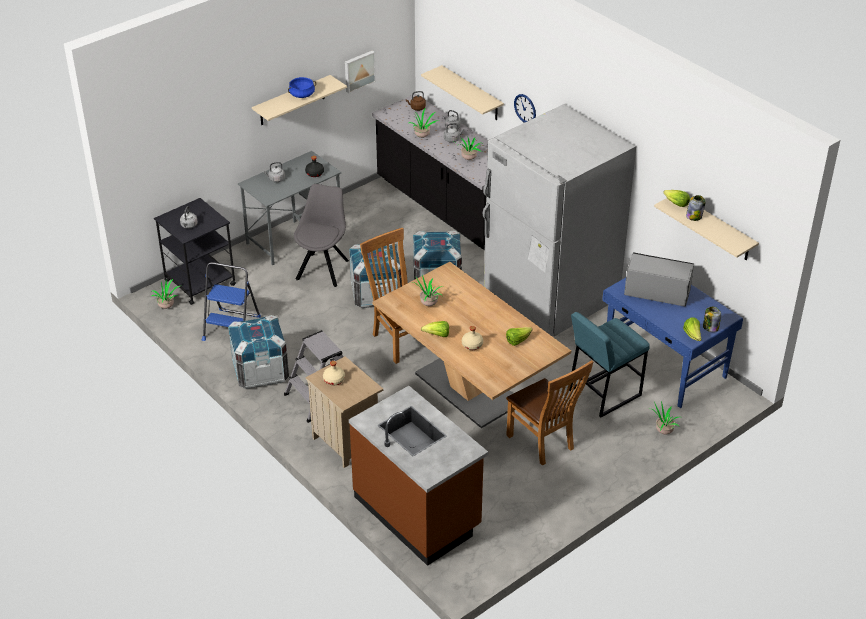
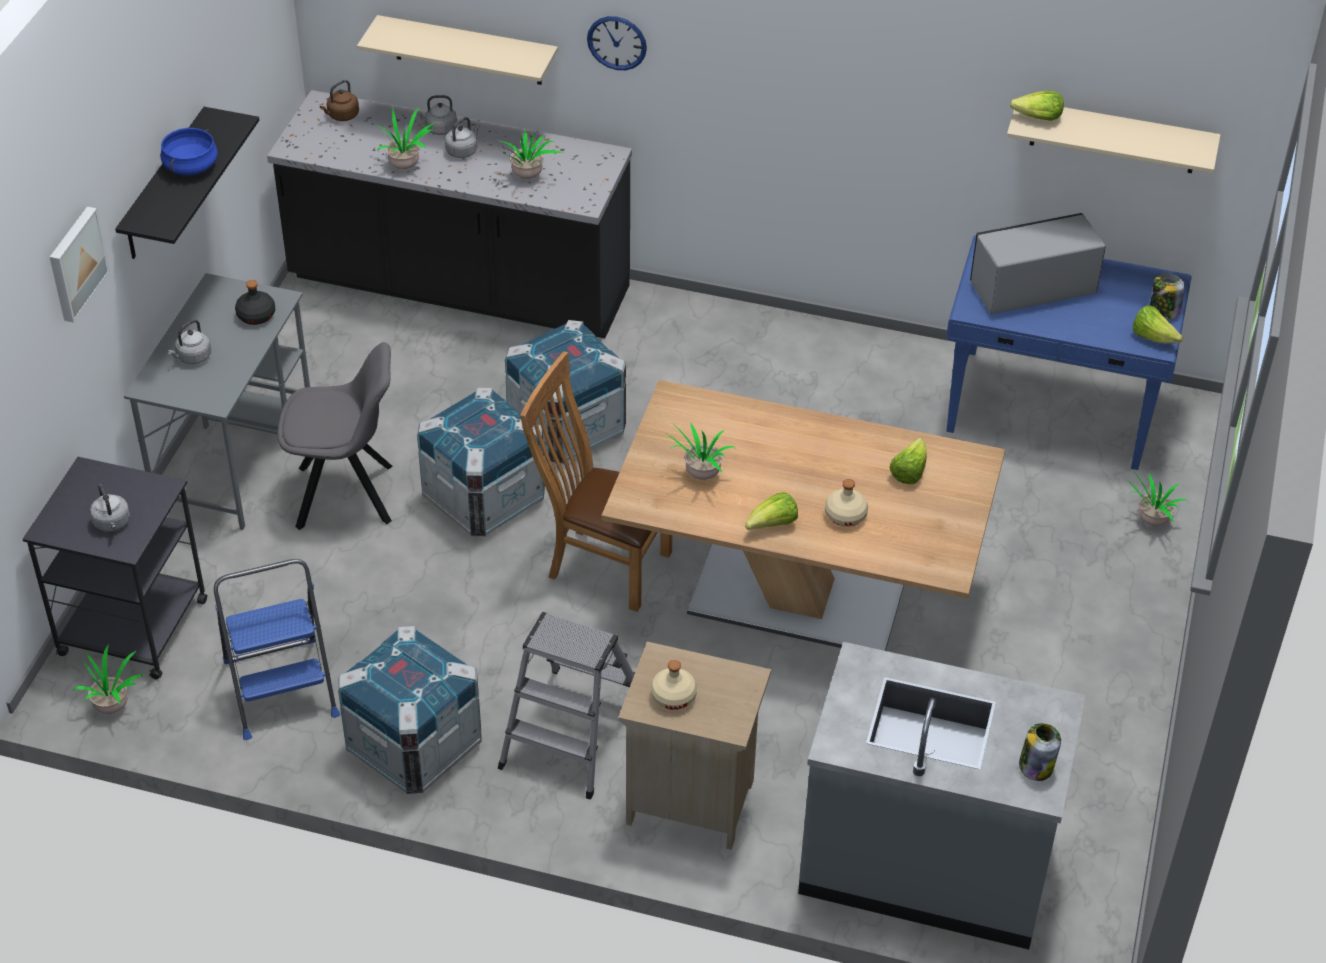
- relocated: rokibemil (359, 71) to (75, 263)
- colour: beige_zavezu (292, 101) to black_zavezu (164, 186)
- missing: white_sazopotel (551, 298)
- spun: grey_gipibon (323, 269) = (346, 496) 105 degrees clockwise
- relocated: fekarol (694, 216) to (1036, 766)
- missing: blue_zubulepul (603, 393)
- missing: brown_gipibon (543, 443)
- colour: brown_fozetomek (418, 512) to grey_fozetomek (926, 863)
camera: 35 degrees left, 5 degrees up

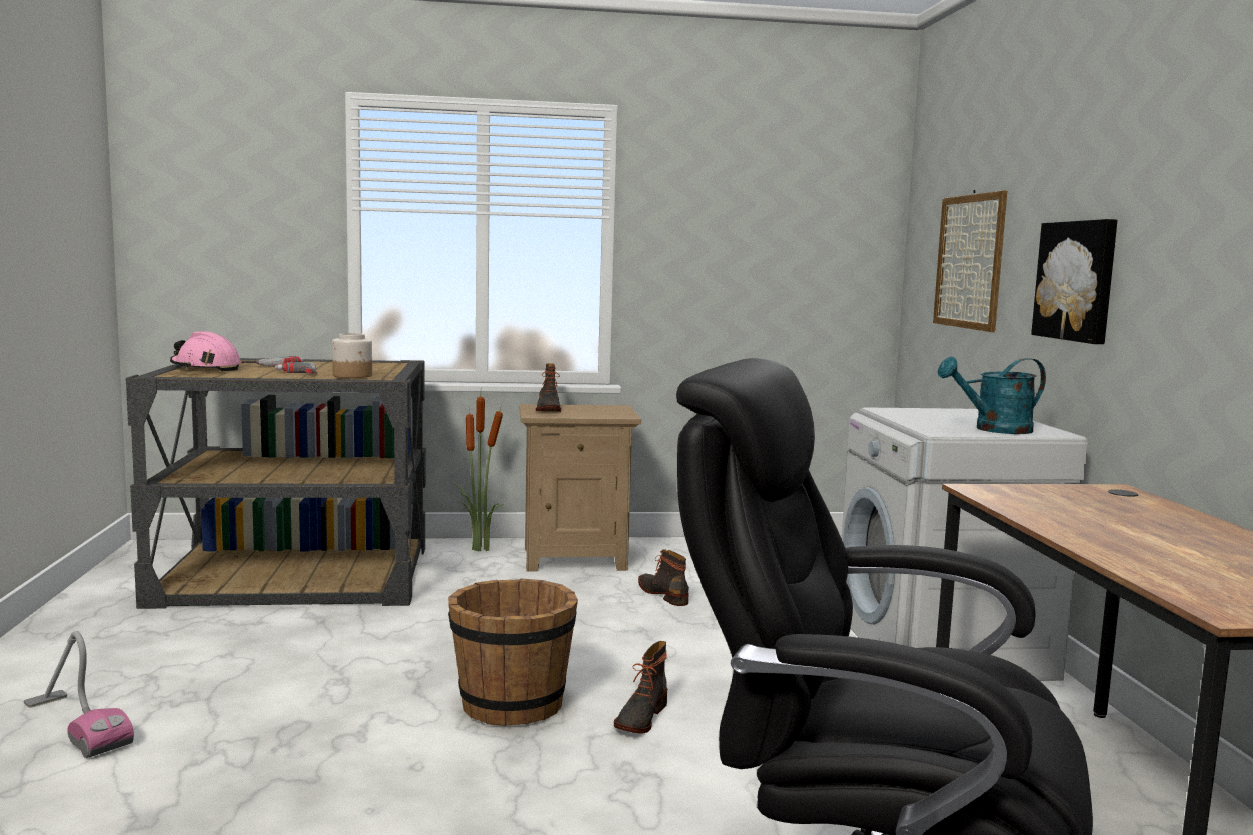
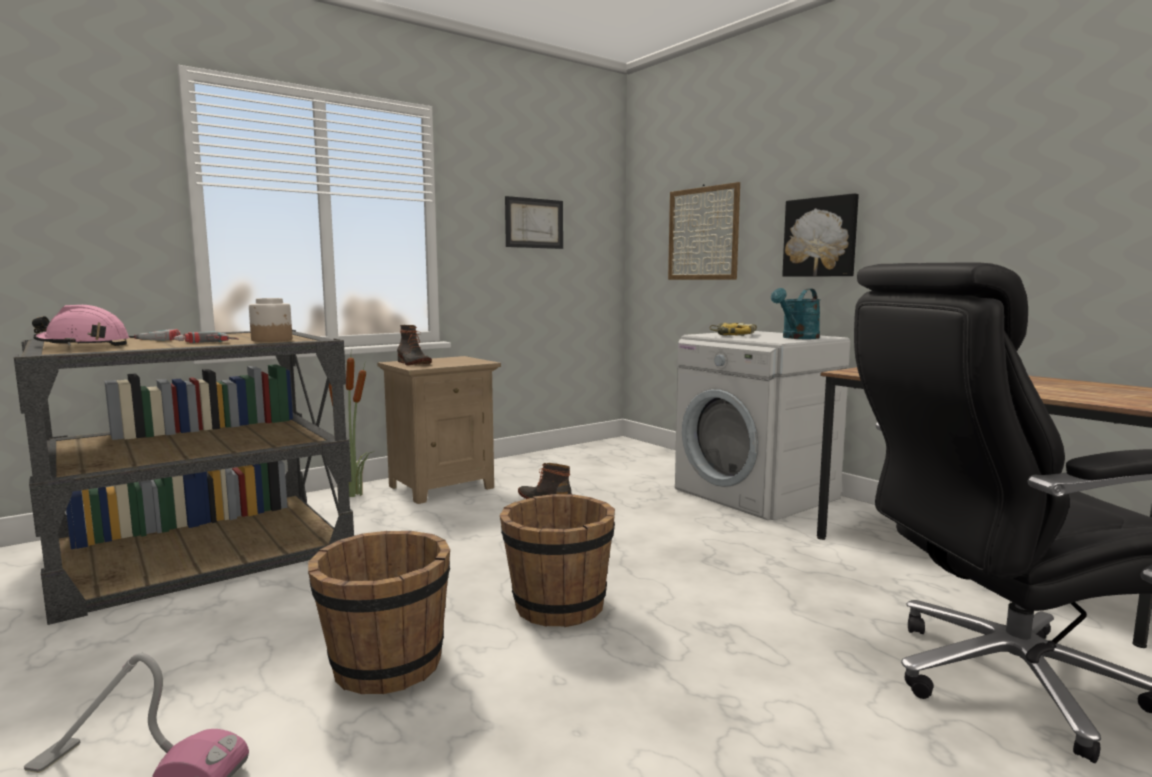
- missing: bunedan (640, 717)
- appeared: rokibemil (534, 223)
- appeared: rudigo (734, 335)
- appeared: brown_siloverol (385, 666)
camera: 30 degrees left, 0 degrees up

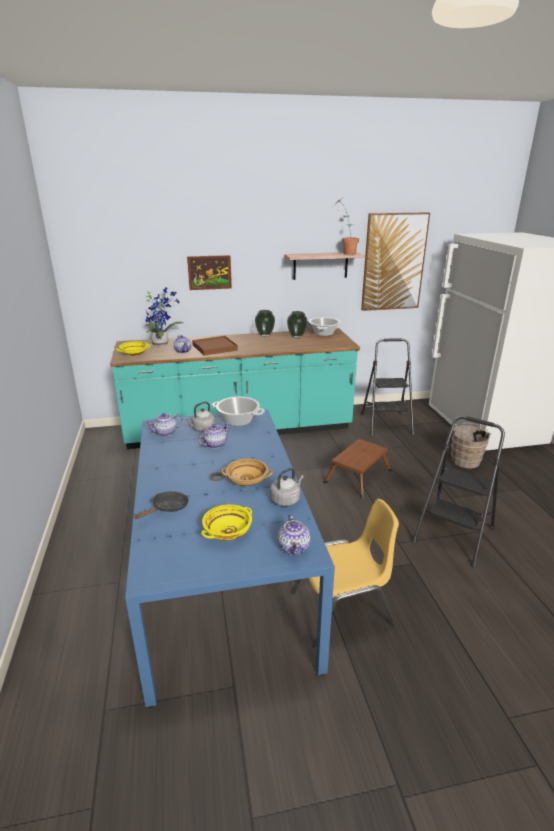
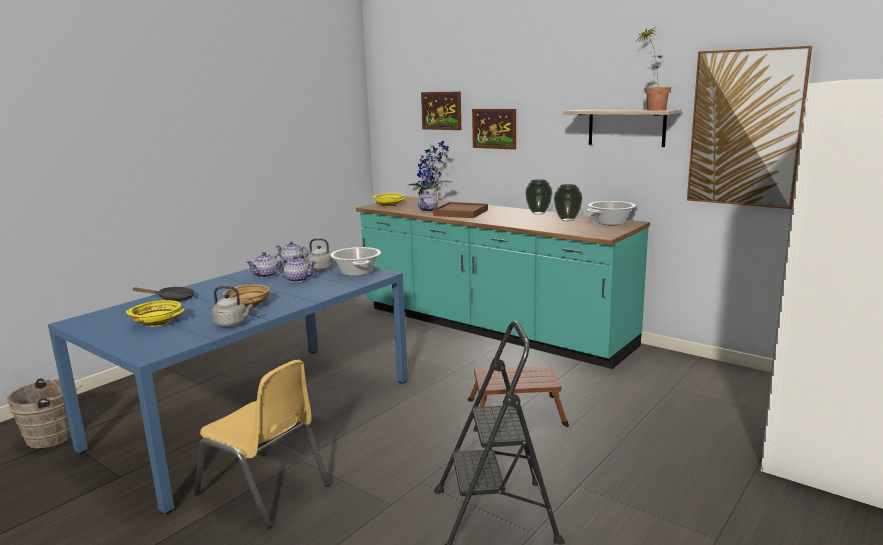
- missing: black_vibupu (386, 422)
- relocated: brown_siloverol (465, 459) to (56, 435)
- relocated: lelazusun (294, 547) to (267, 275)
- appeared: rokibemil (441, 110)
camera: 50 degrees right, 10 degrees down

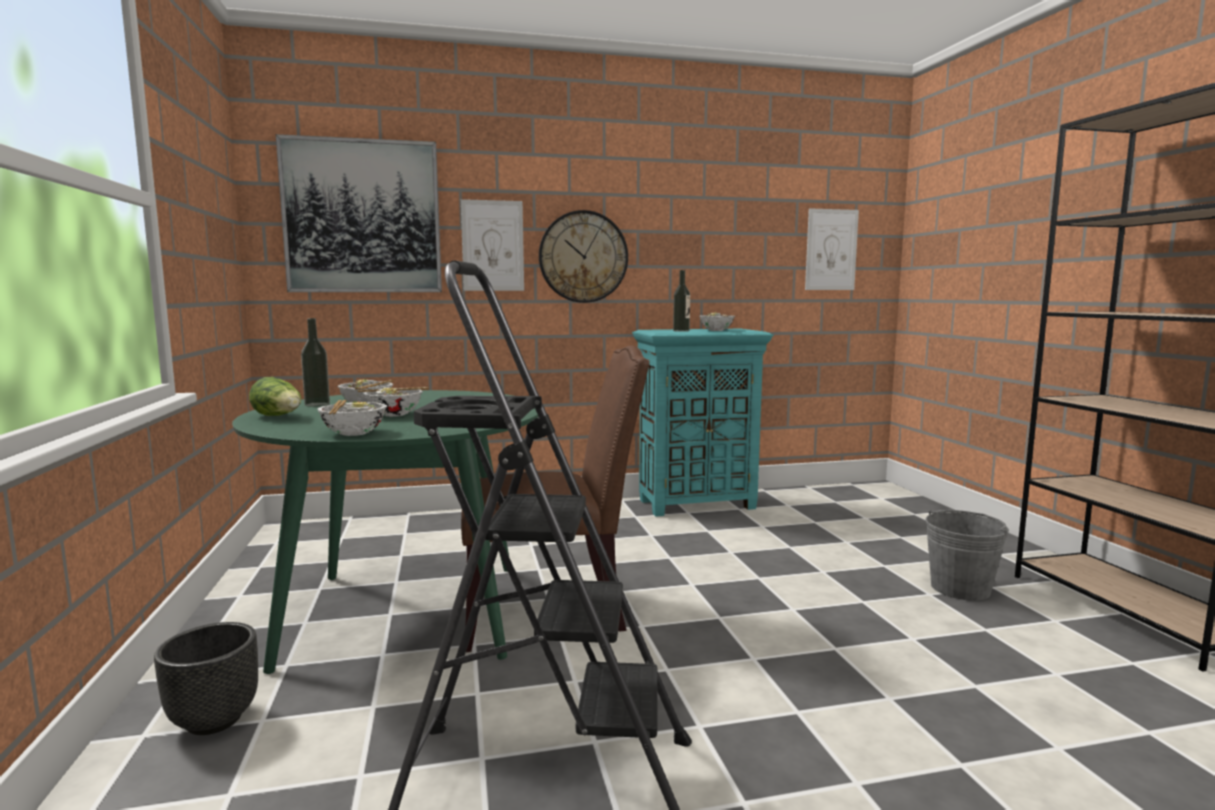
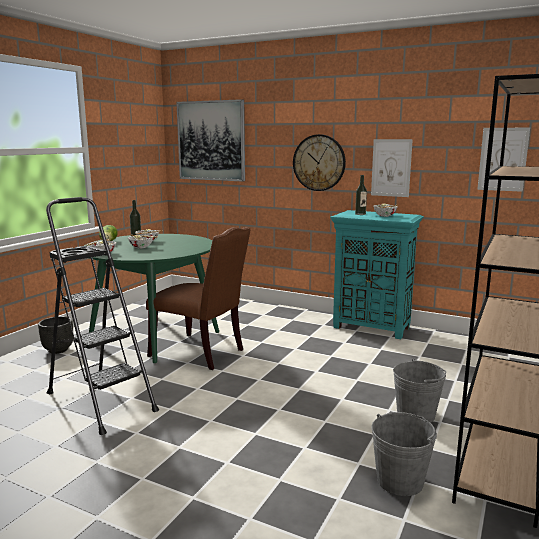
- relocated: rokibemil (492, 246) to (391, 168)
- appeared: grey_siloverol (400, 481)
camera: 40 degrees right, 5 degrees up

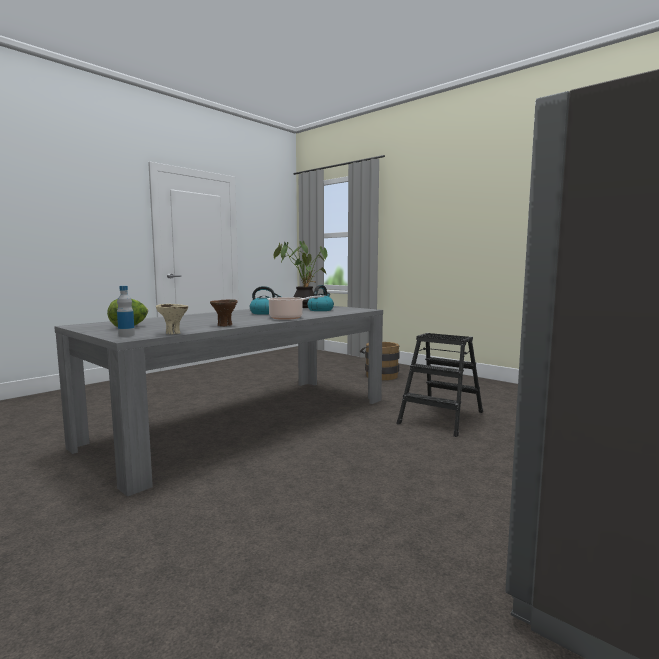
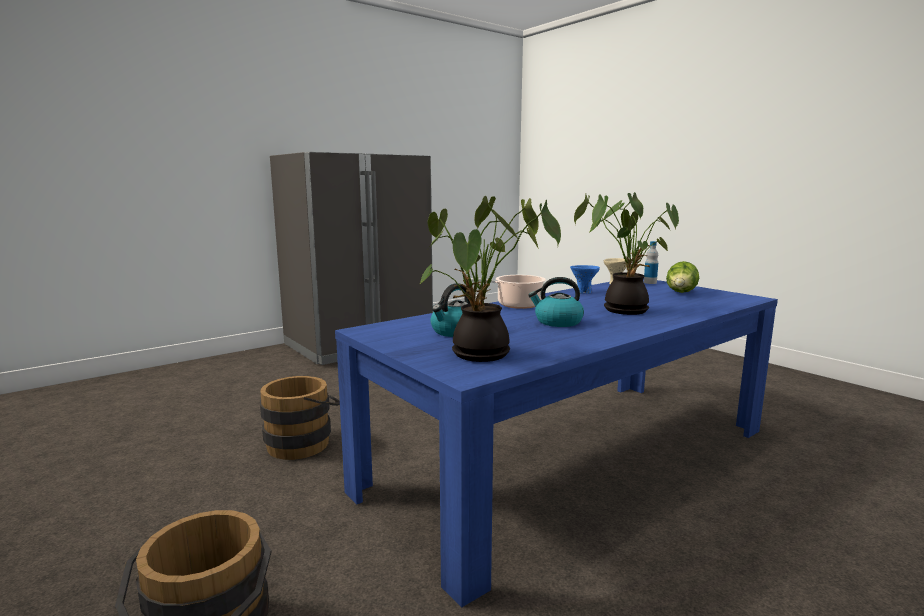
- colour: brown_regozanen (225, 325) to blue_regozanen (583, 292)
- colour: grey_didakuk (247, 421) to blue_didakuk (574, 458)
- exchanged: black_vibupu (441, 417) to brown_siloverol (304, 442)
- appeared: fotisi (624, 309)
camera: 170 degrees left, 5 degrees up

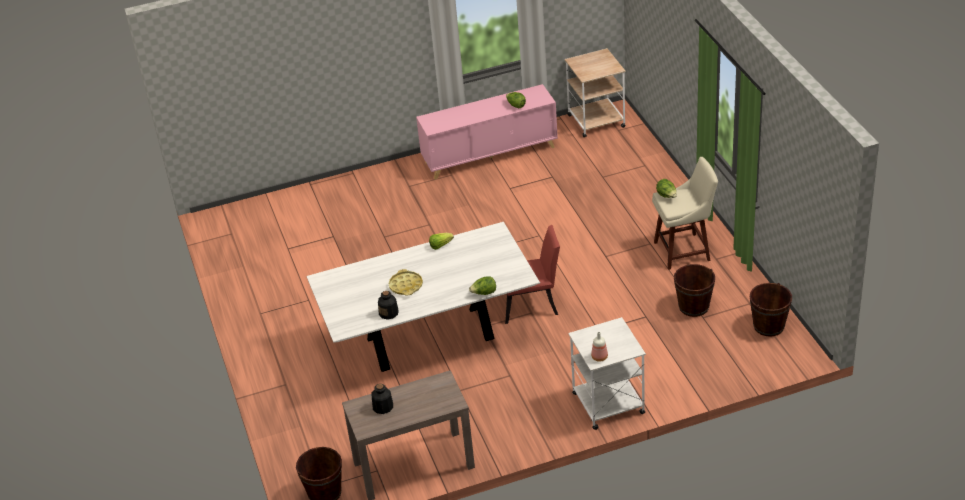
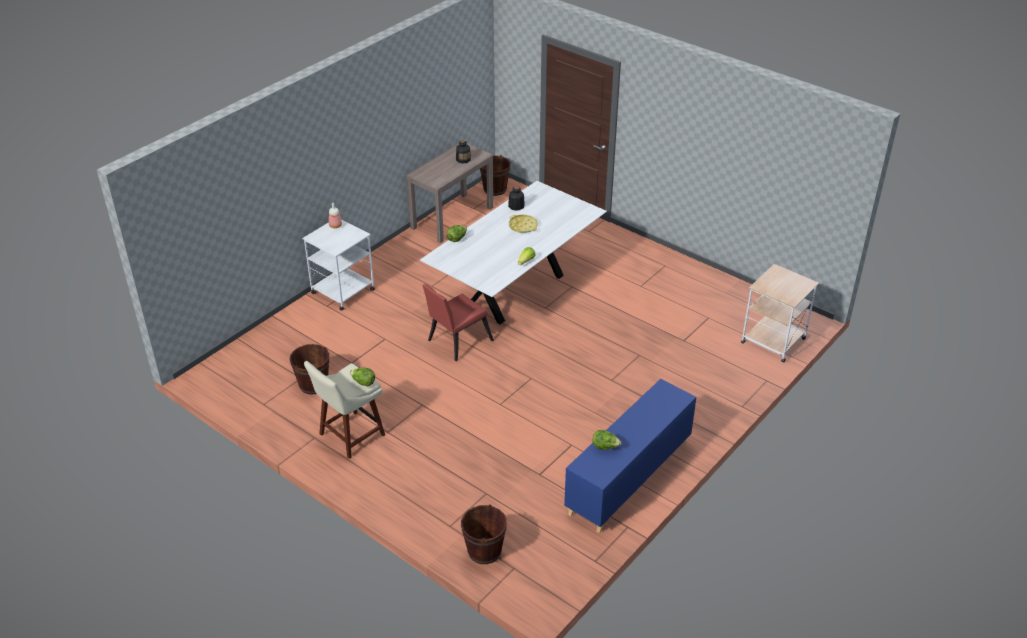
- relocated: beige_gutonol (597, 120) to (773, 341)
- colour: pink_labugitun (490, 155) to blue_labugitun (628, 478)
- relocated: brown_siloverol (769, 326) to (484, 551)
camera: 145 degrees right, 0 degrees up

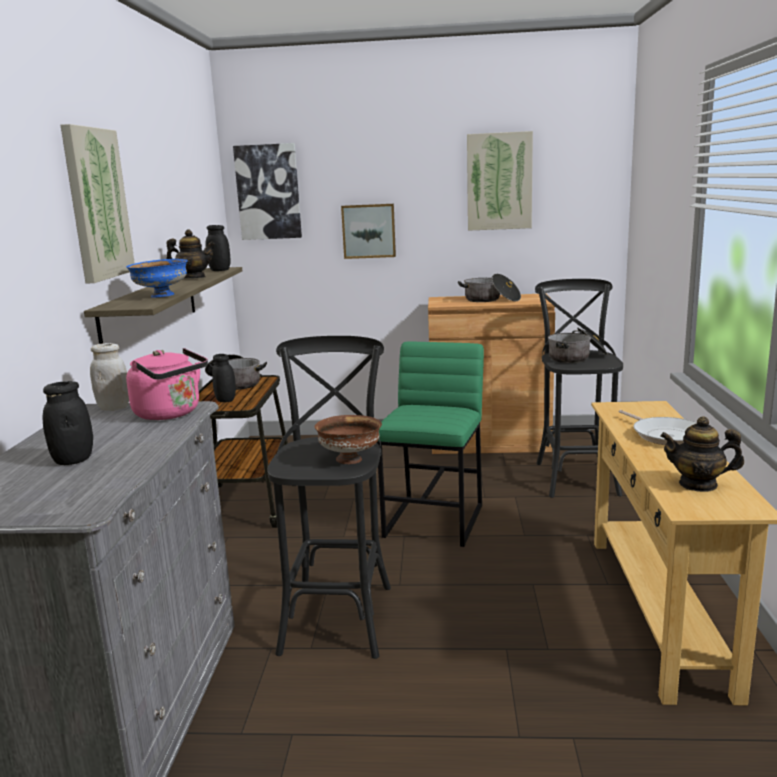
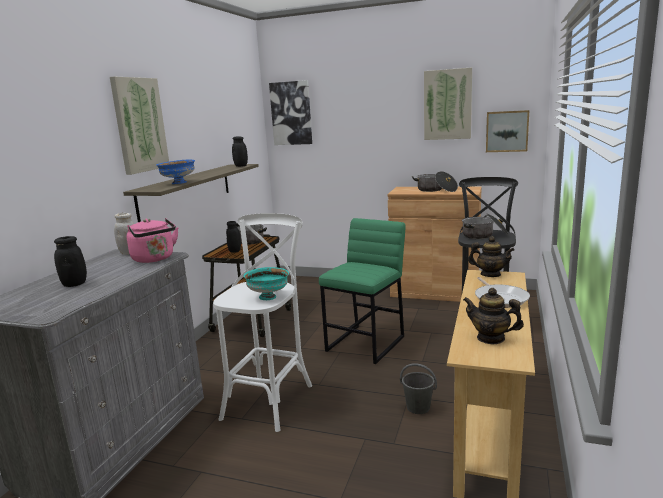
- relocated: rokibemil (369, 231) to (507, 131)
- relocated: lelazusun (193, 278) to (490, 274)
- colour: black_zubulepul (339, 614) to white_zubulepul (270, 399)
- colour: brown_regozanen (349, 459) to turquoise_regozanen (268, 297)
- appeared: grey_siloverol (417, 407)
camera: 15 degrees right, 0 degrees up

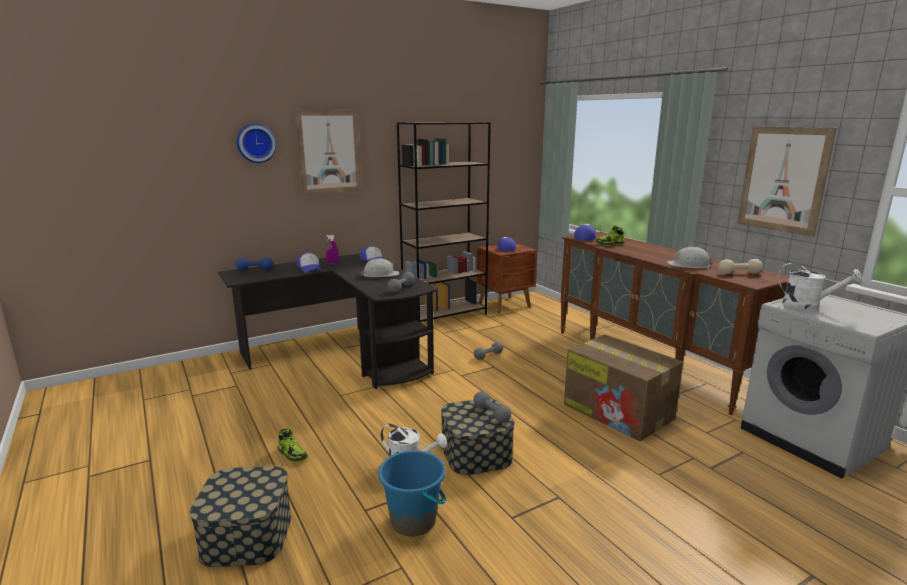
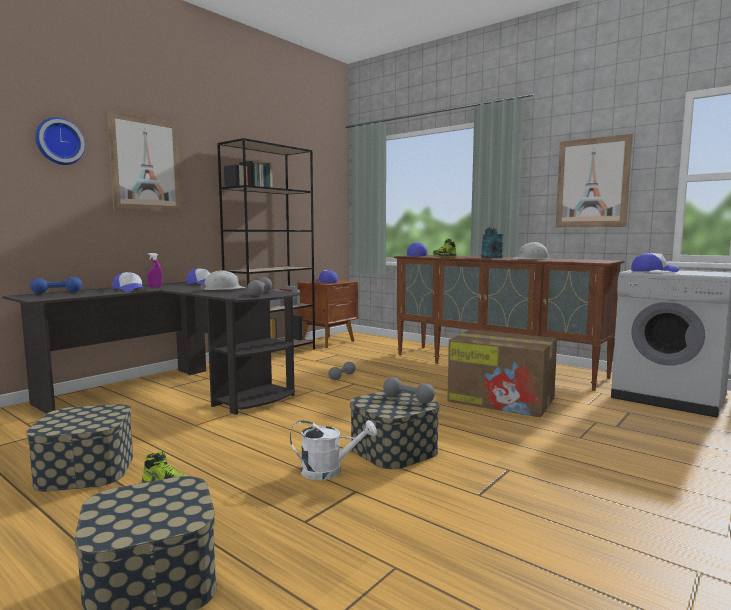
- missing: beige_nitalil (739, 273)
- exchanged: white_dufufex (808, 306) to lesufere (653, 271)
- missing: blue_siloverol (413, 521)
- appeared: turquoise_dufufex (491, 257)
- appeared: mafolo (86, 470)
camera: 20 degrees left, 10 degrees down

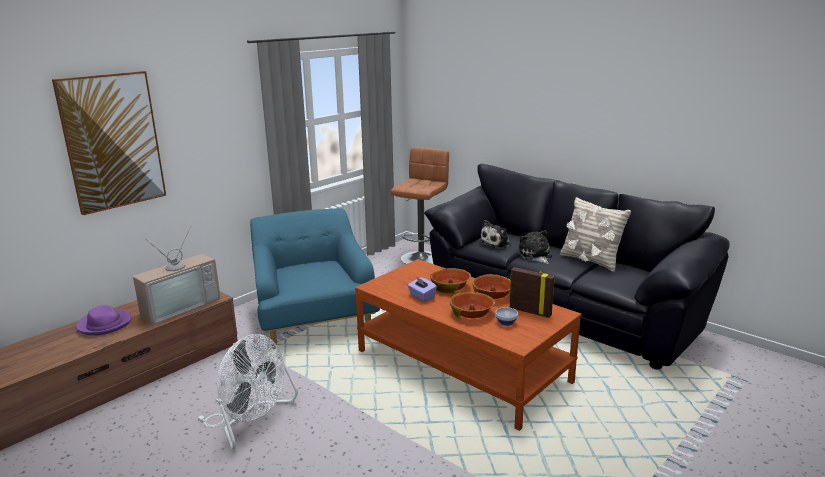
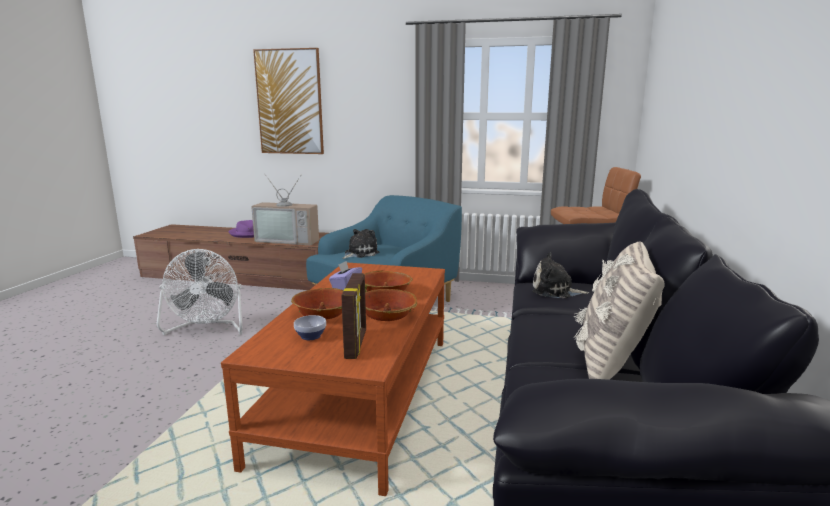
- relocated: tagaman (535, 255) to (359, 253)
camera: 60 degrees right, 5 degrees down

